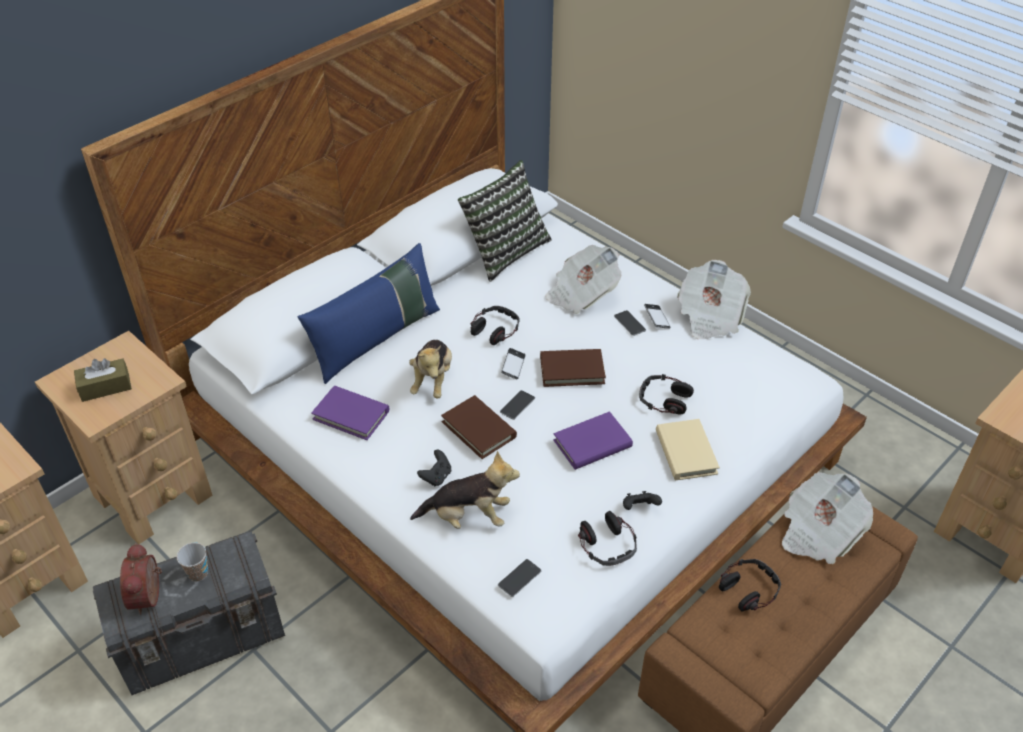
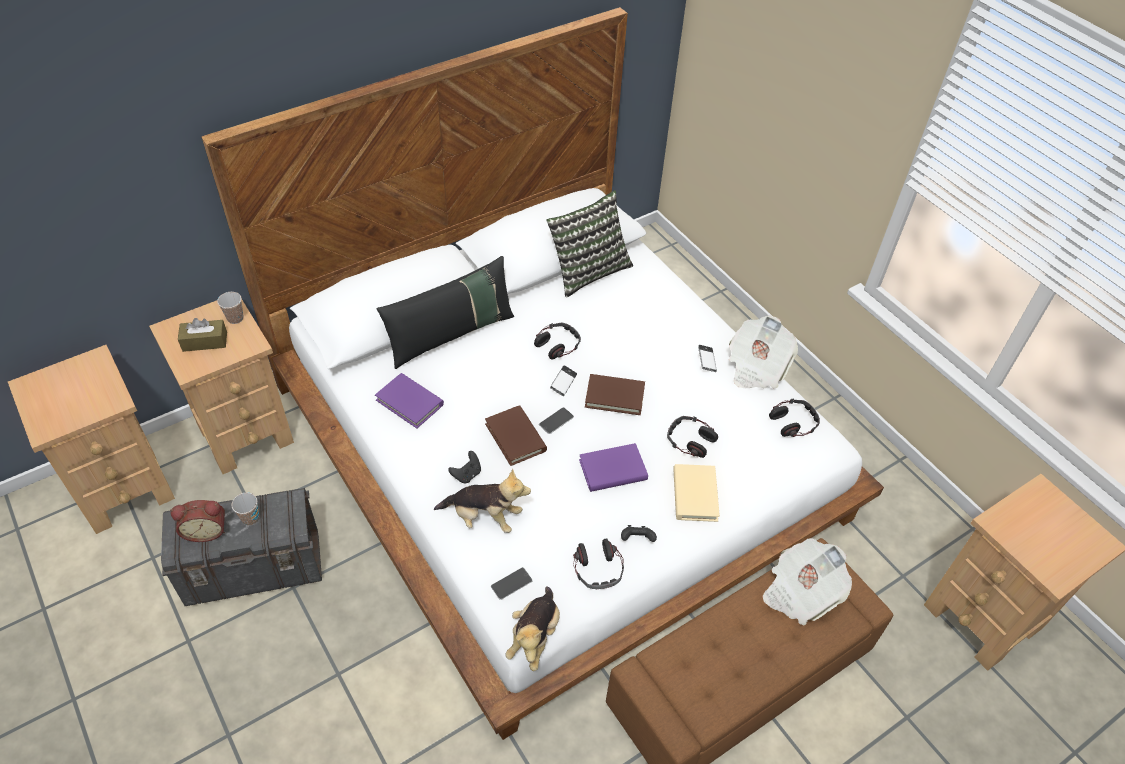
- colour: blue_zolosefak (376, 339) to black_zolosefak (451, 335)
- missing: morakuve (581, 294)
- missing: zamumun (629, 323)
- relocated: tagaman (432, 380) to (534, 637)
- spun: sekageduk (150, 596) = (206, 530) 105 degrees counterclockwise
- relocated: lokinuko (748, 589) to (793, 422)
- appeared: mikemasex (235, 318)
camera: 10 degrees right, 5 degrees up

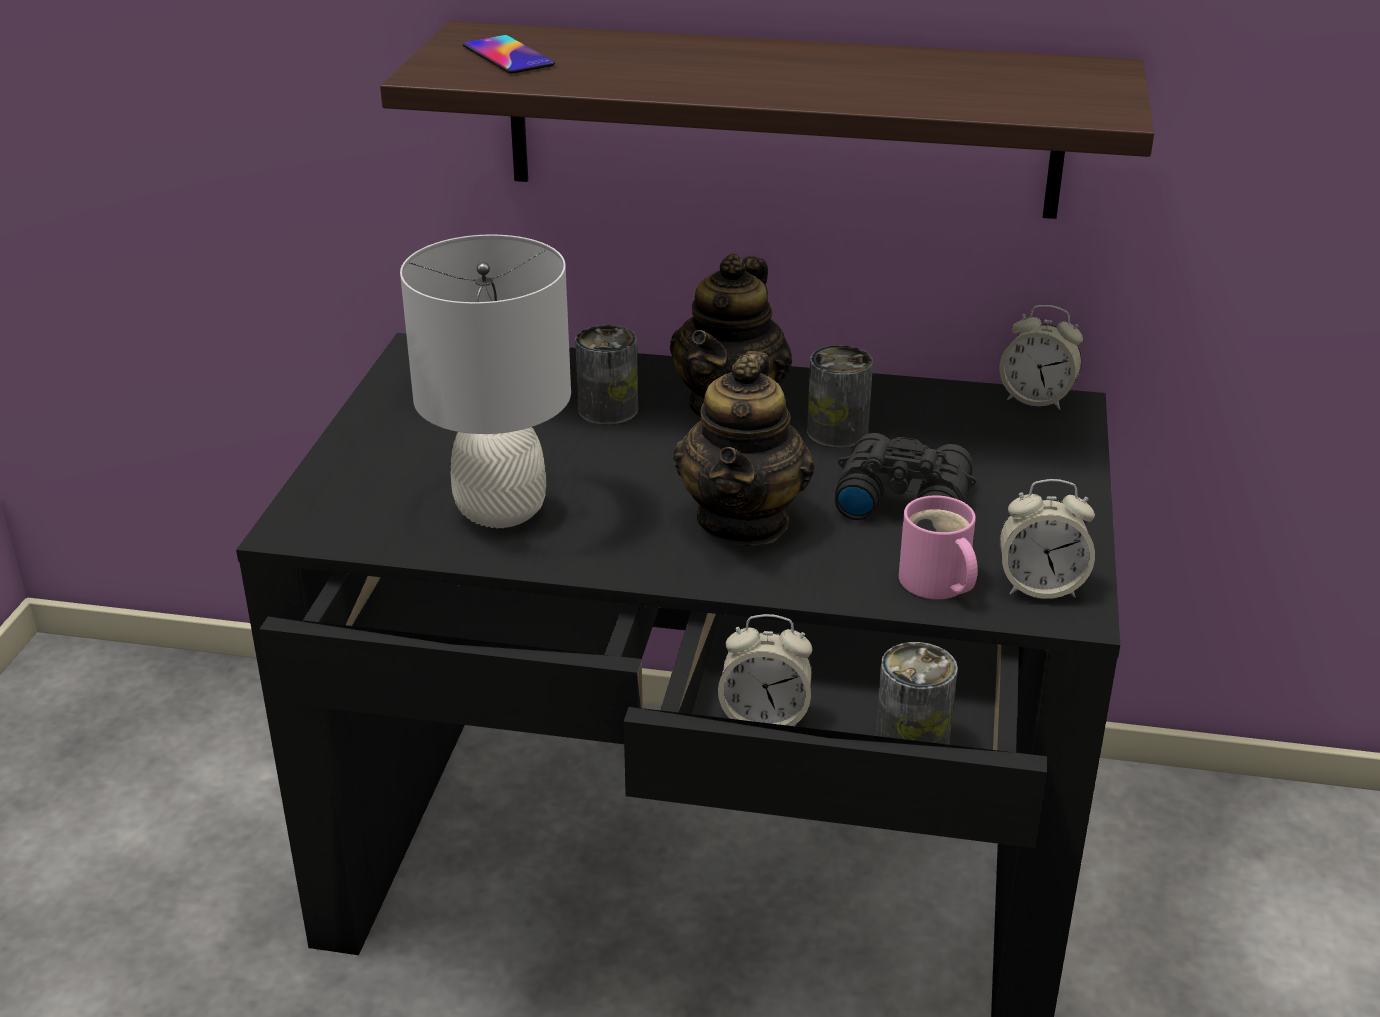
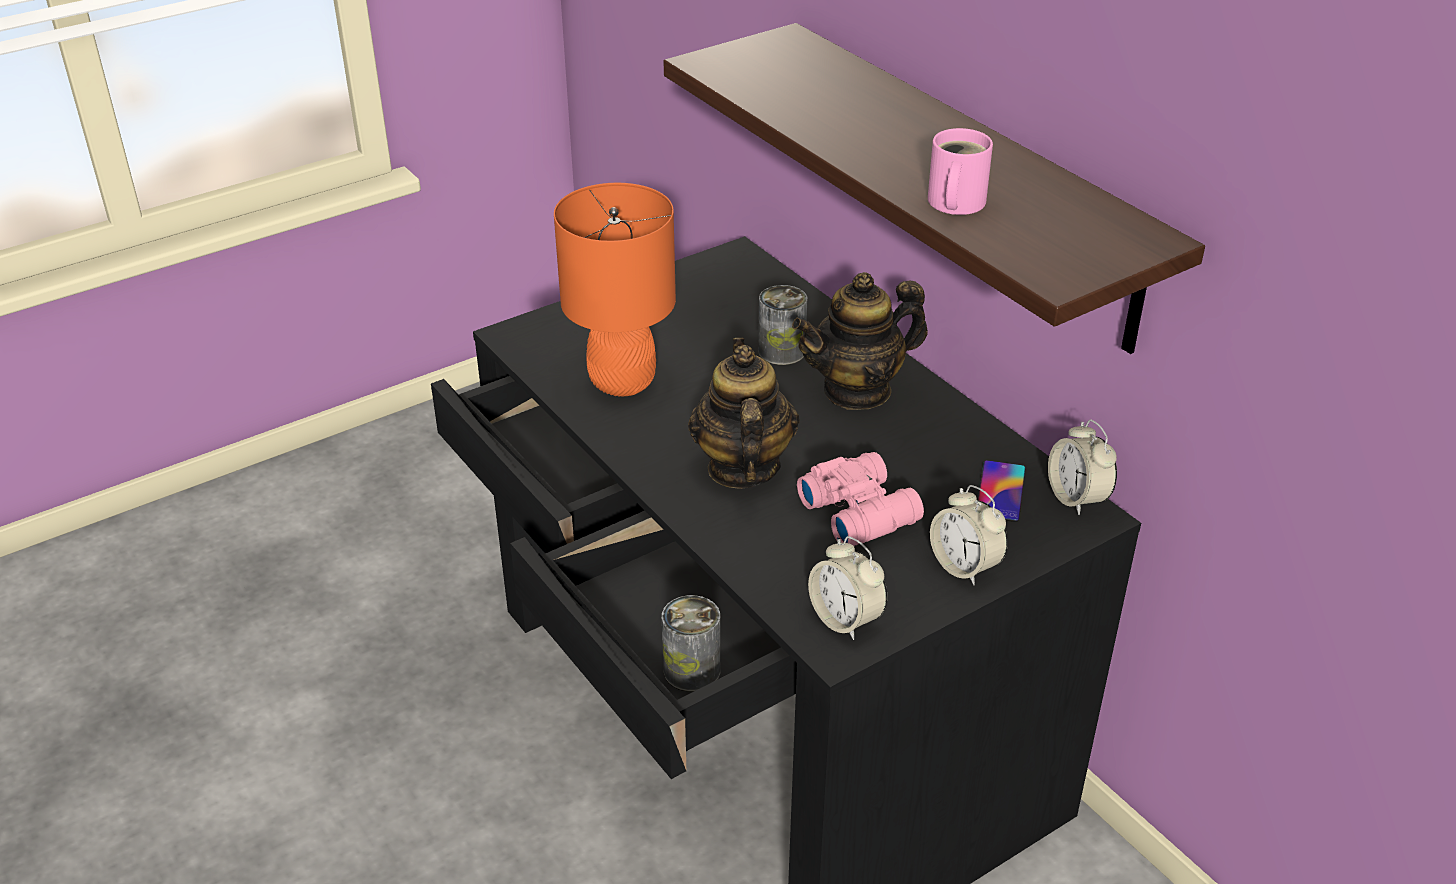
- relocated: zamumun (508, 56) to (1000, 492)
- colour: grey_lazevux (498, 511) to orange_lazevux (623, 382)
- missing: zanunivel (837, 432)
- spun: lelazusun (744, 521) = (742, 467) 120 degrees clockwise
- colour: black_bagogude (900, 498) to pink_bagogude (859, 510)
- relocated: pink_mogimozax (935, 584) to (953, 203)
- relocated: sekageduk (764, 719) to (965, 566)
camera: 45 degrees right, 5 degrees up

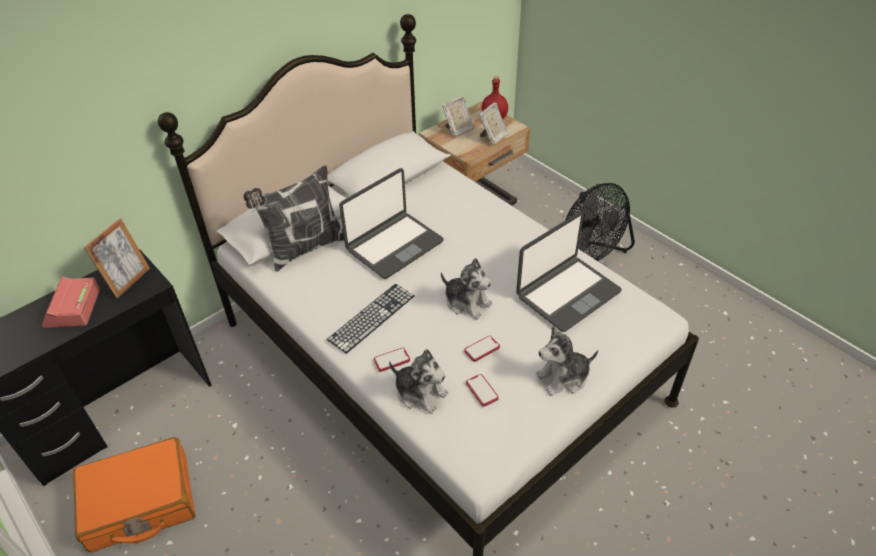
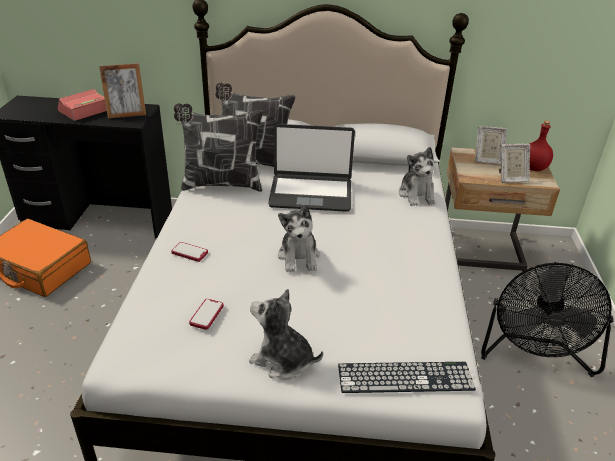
- missing: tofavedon (567, 293)
- relocated: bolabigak (372, 317) to (405, 377)
- missing: zamumun (482, 349)
- relocated: tagaman (420, 393) to (416, 195)
- appeared: zolosefak (221, 184)
camera: 45 degrees right, 10 degrees down

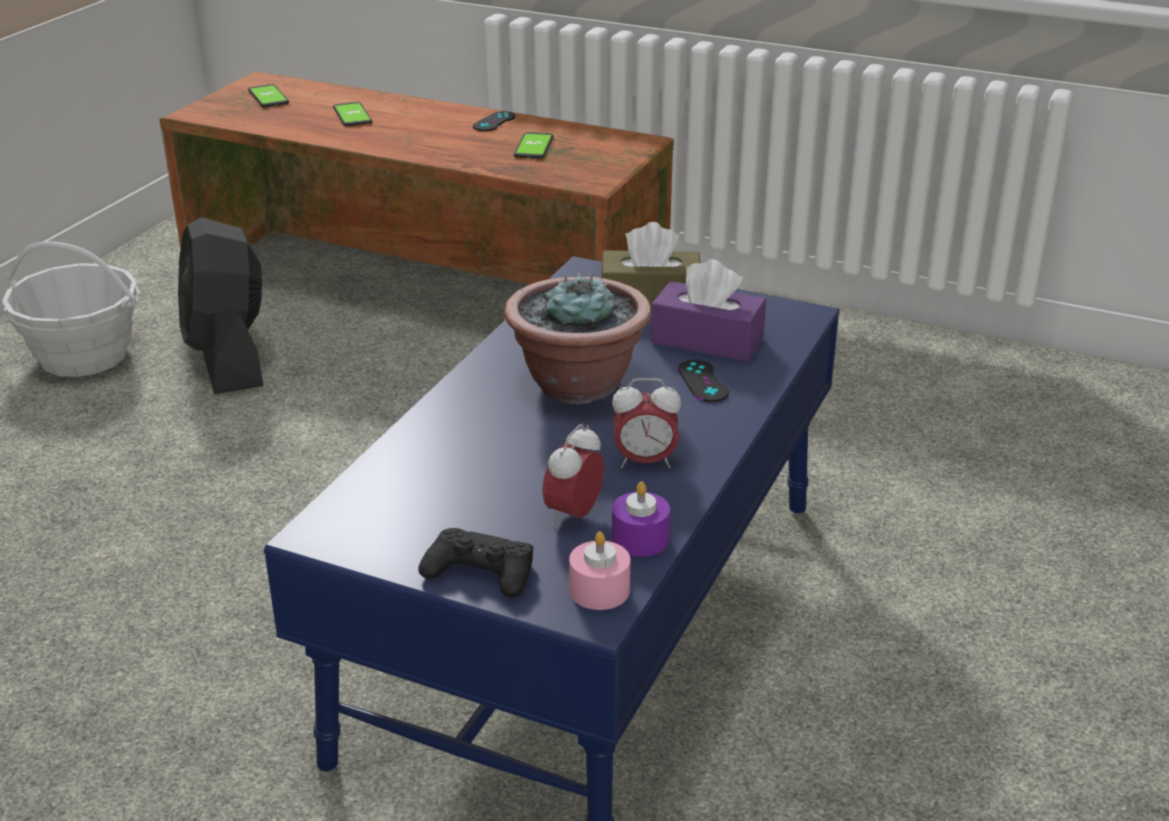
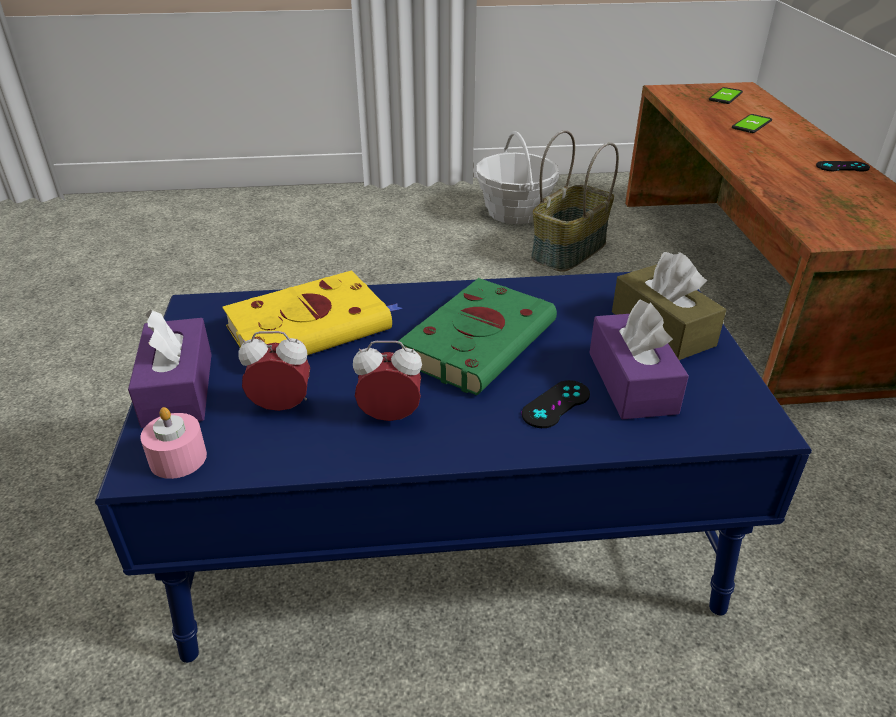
- missing: zamumun (534, 147)
- exchanged: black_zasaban (228, 358) to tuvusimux (569, 251)
- exchanged: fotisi (577, 384) to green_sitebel (480, 340)
- spun: sekageduk (645, 462) = (390, 416) 120 degrees clockwise
- missing: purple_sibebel (640, 539)
- exchanged: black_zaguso (480, 572) to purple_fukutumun (178, 389)
- appeared: yellow_sitebel (313, 327)
camera: 60 degrees right, 5 degrees up

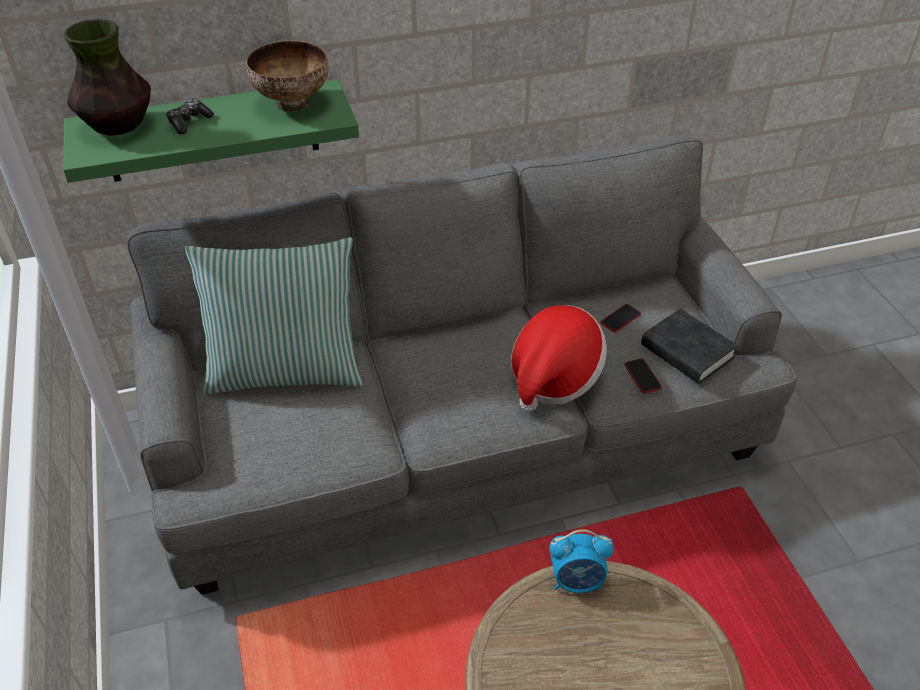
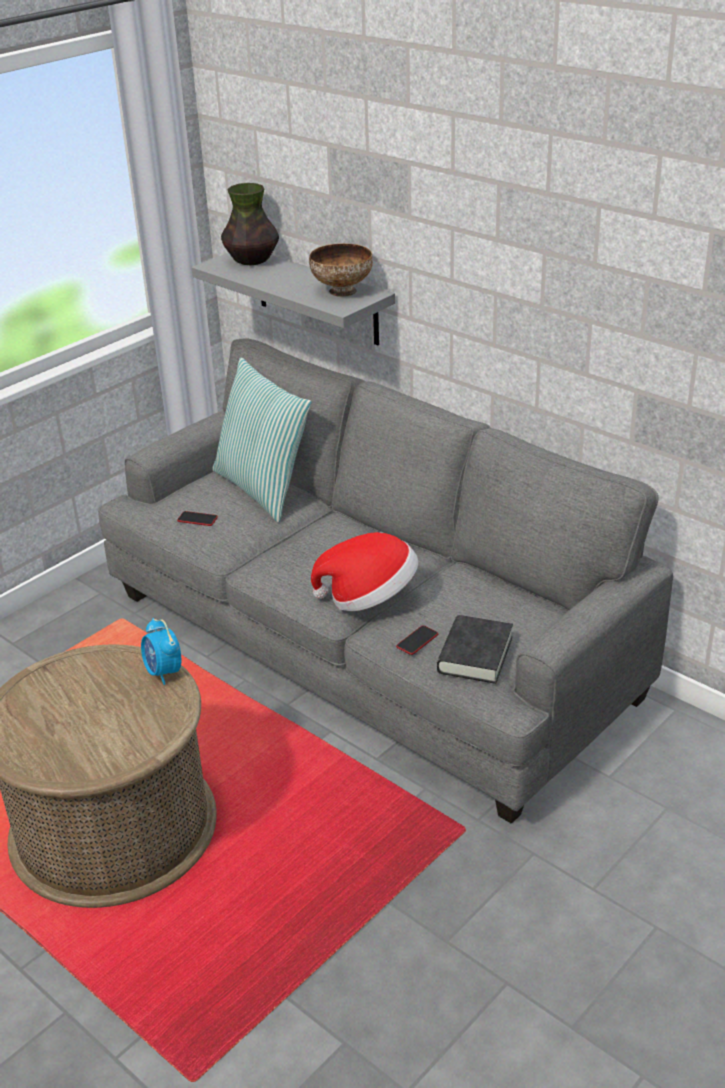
- colour: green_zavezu (212, 131) to grey_zavezu (317, 296)
- missing: zaguso (189, 122)
- relocated: zamumun (620, 319) to (197, 519)
camera: 60 degrees right, 10 degrees down

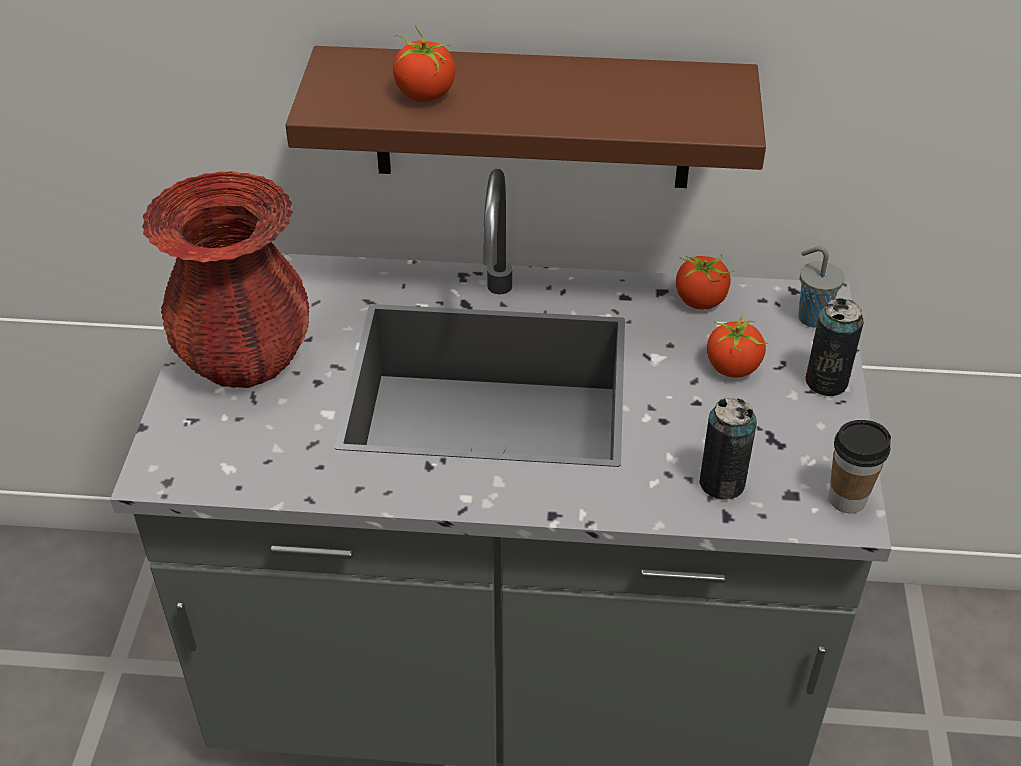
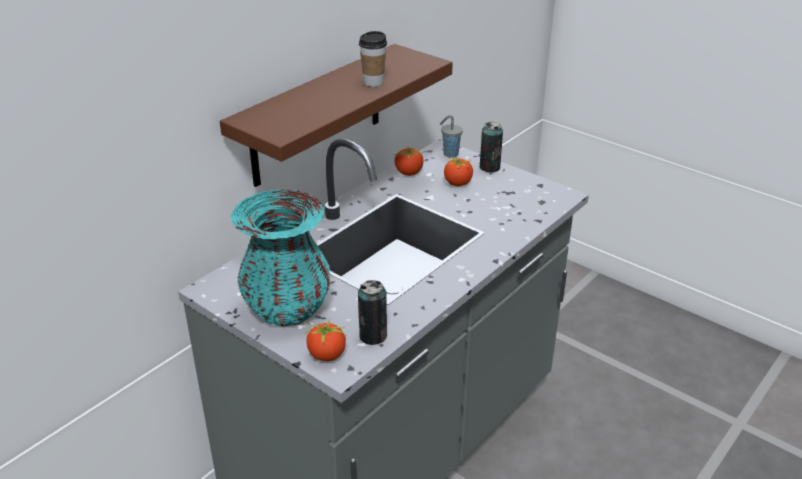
- relocated: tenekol (424, 94) to (326, 355)
- colour: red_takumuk (244, 358) to turquoise_takumuk (287, 309)
- relocated: zanunivel (722, 483) to (373, 336)
- relocated: mikemasex (847, 499) to (373, 83)
camera: 55 degrees left, 10 degrees down

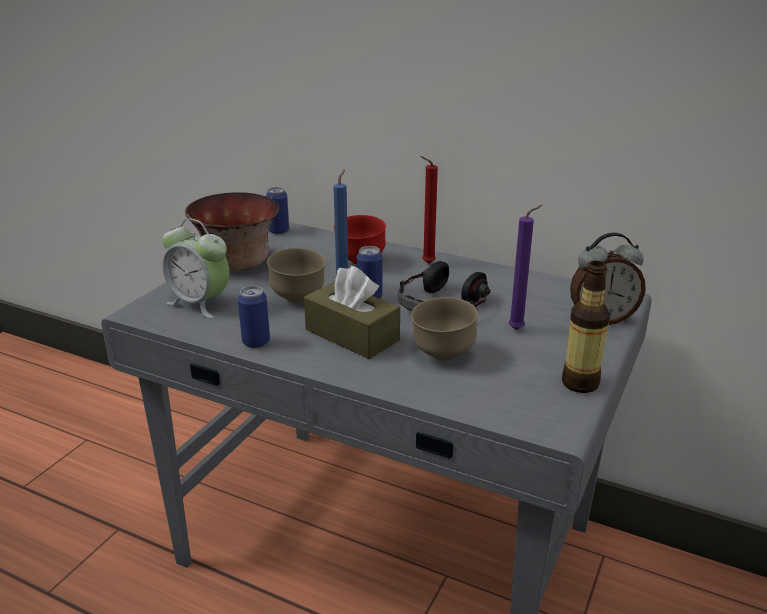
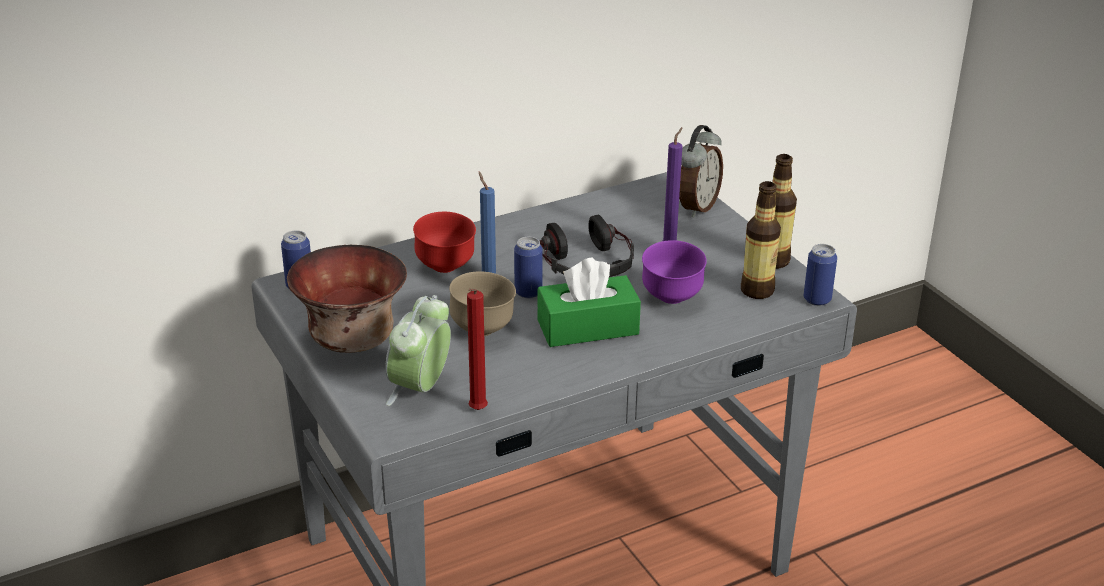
- relocated: red_sibebel (426, 263) to (476, 411)
- spun: sekageduk (200, 304) = (420, 389) 135 degrees clockwise
- colour: brown_fukutumun (352, 335) to green_fukutumun (588, 327)
- relocated: zanunivel (256, 342) to (817, 299)
- colour: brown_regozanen (442, 355) to purple_regozanen (671, 299)
- appeared: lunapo (757, 290)
camera: 55 degrees left, 5 degrees up

